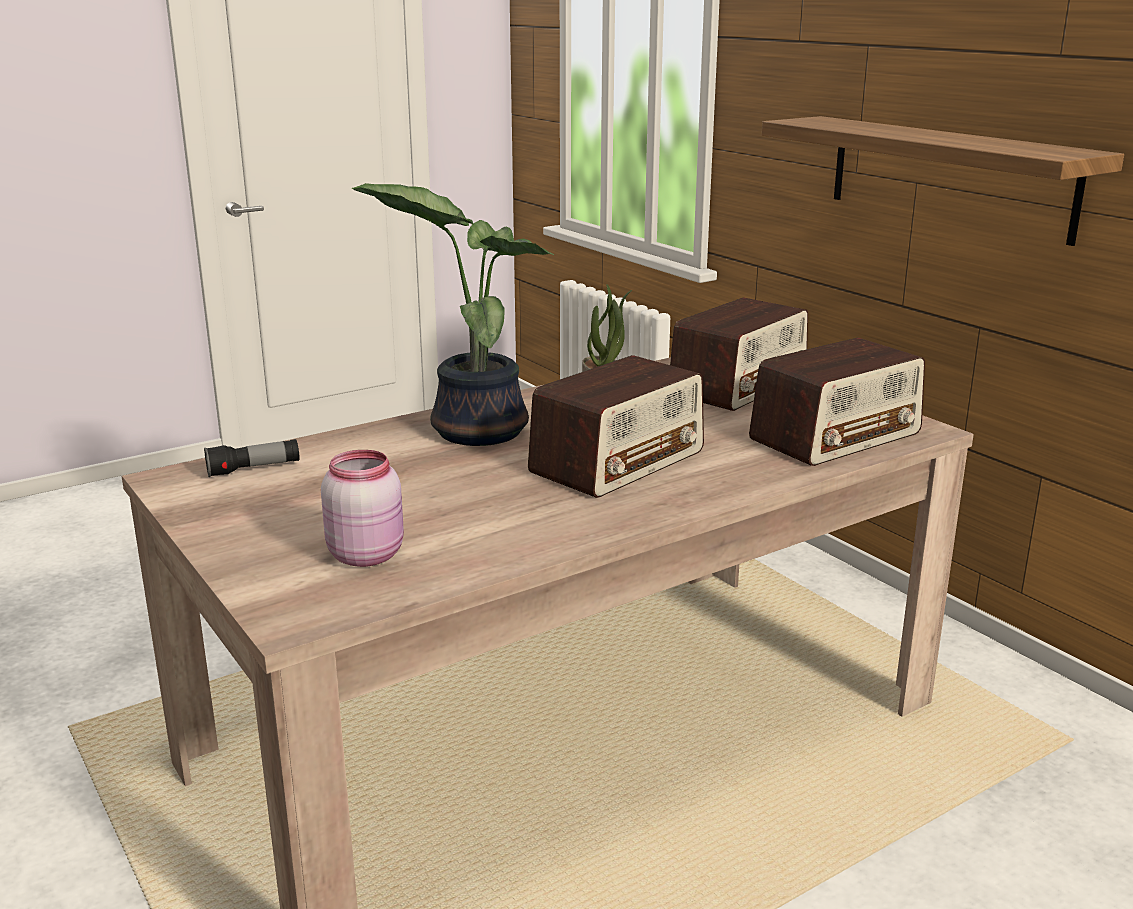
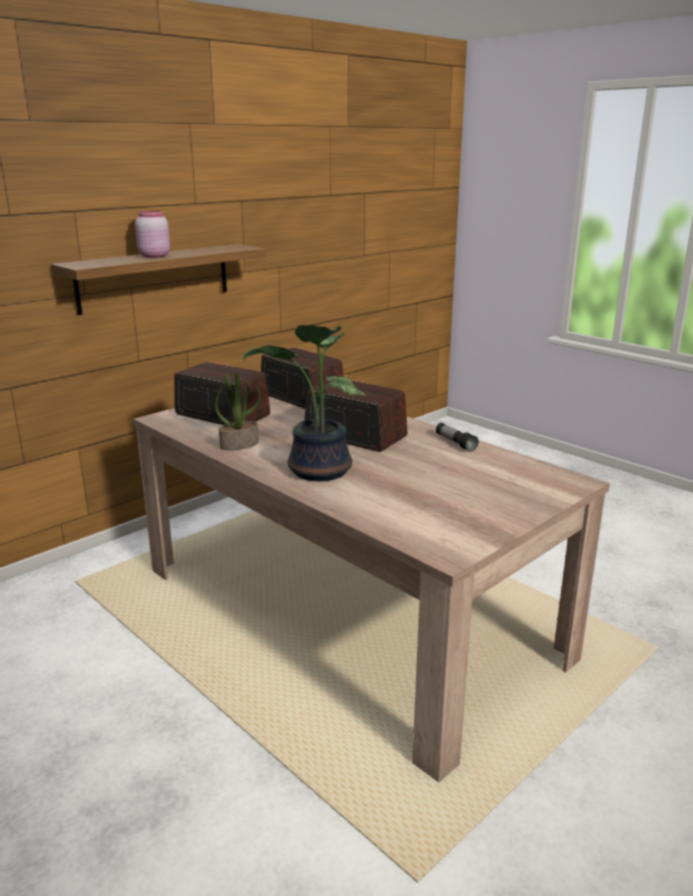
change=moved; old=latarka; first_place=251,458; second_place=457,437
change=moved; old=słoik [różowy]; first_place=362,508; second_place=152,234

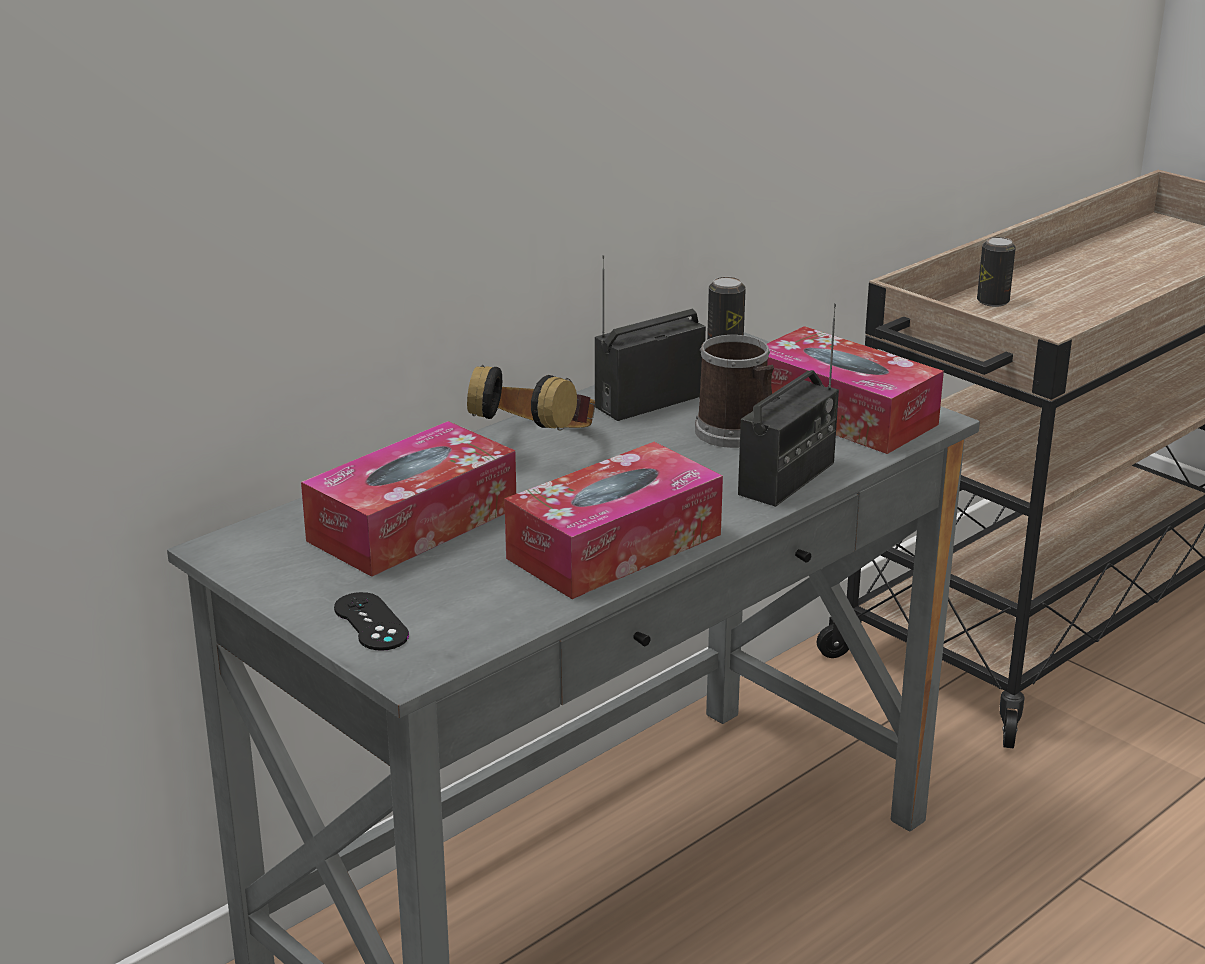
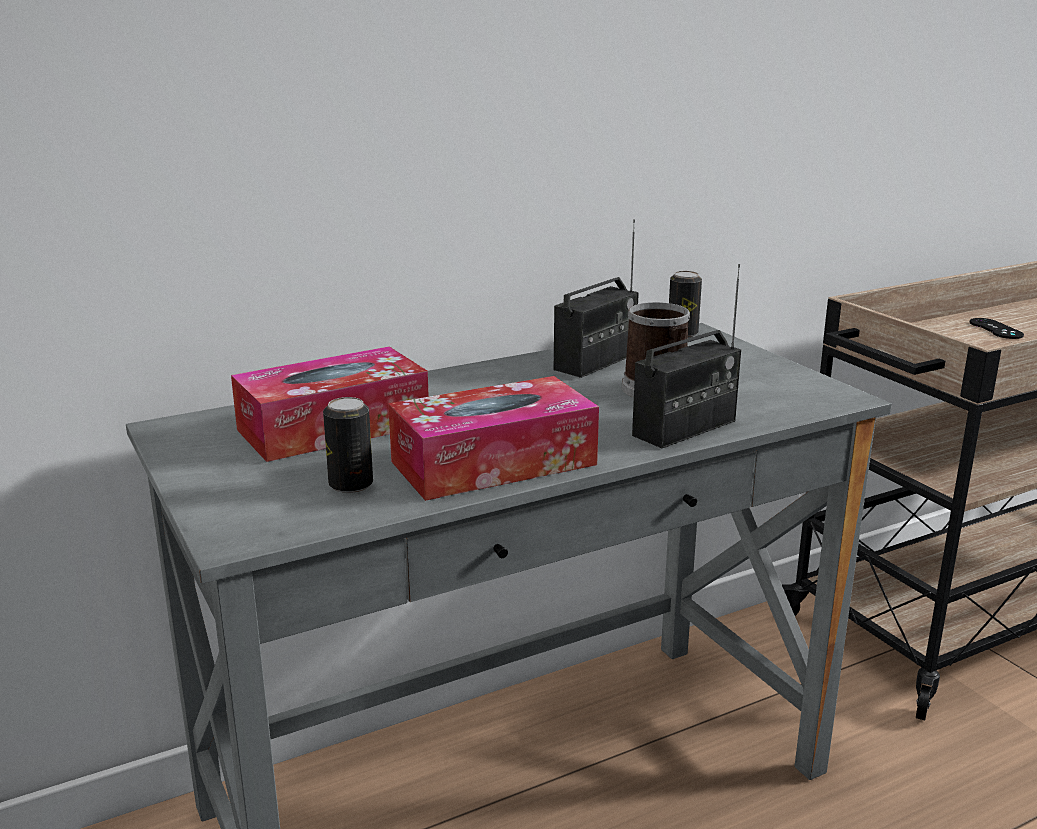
change=moved; old=puszka; first_place=996,272; second_place=348,445
change=turned; old=radio; first_place=650,338; second_place=596,298; degrees=150
change=removed; old=pudełko chusteczek; first_place=855,390
change=removed; old=słuchawki; first_place=531,397
change=moved; old=pad do gier [czarny]; first_place=371,621; second_place=996,328

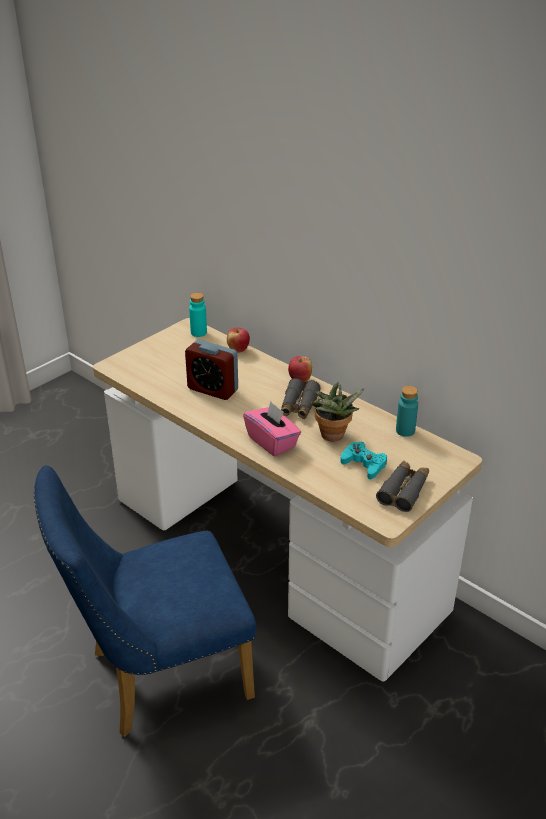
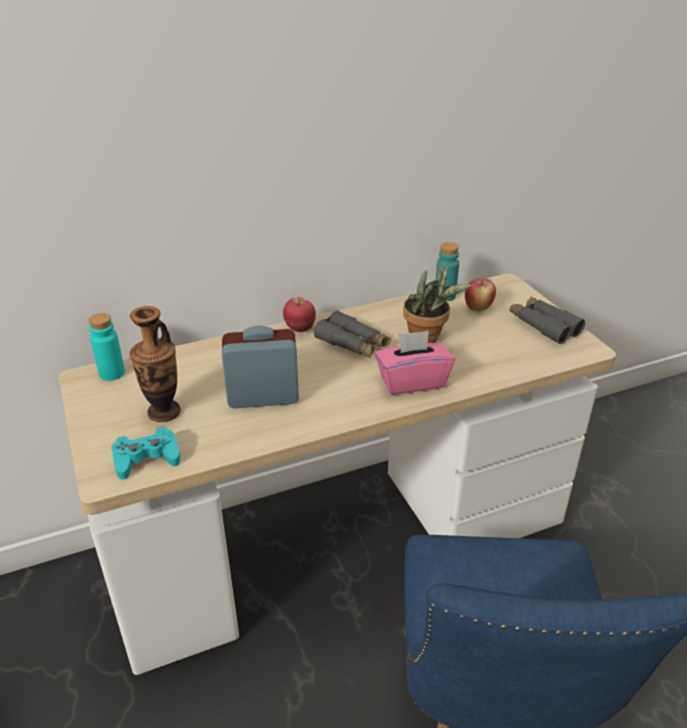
change=moved; old=jabłko; first_place=238,340; second_place=480,294
change=turned; old=budzik; first_place=211,370; second_place=260,367; degrees=-150
change=moved; old=pad do gier [turkusowy]; first_place=363,460; second_place=145,453
change=added; new=wazon; second_place=155,364

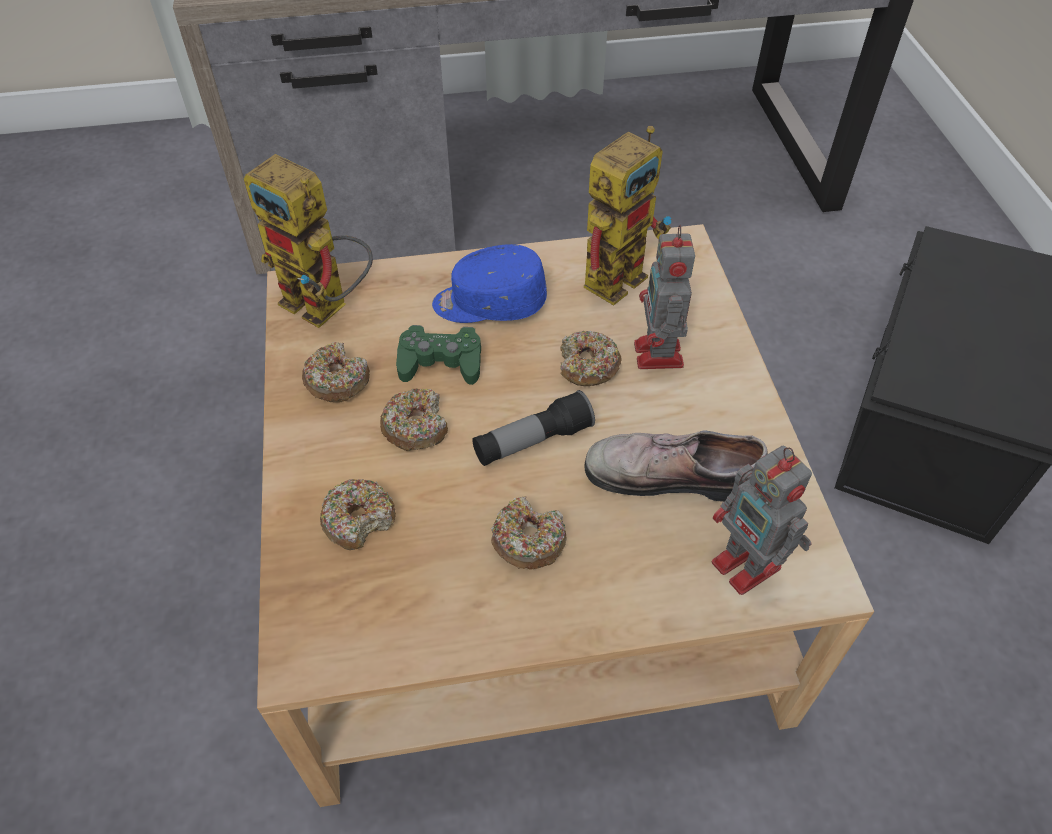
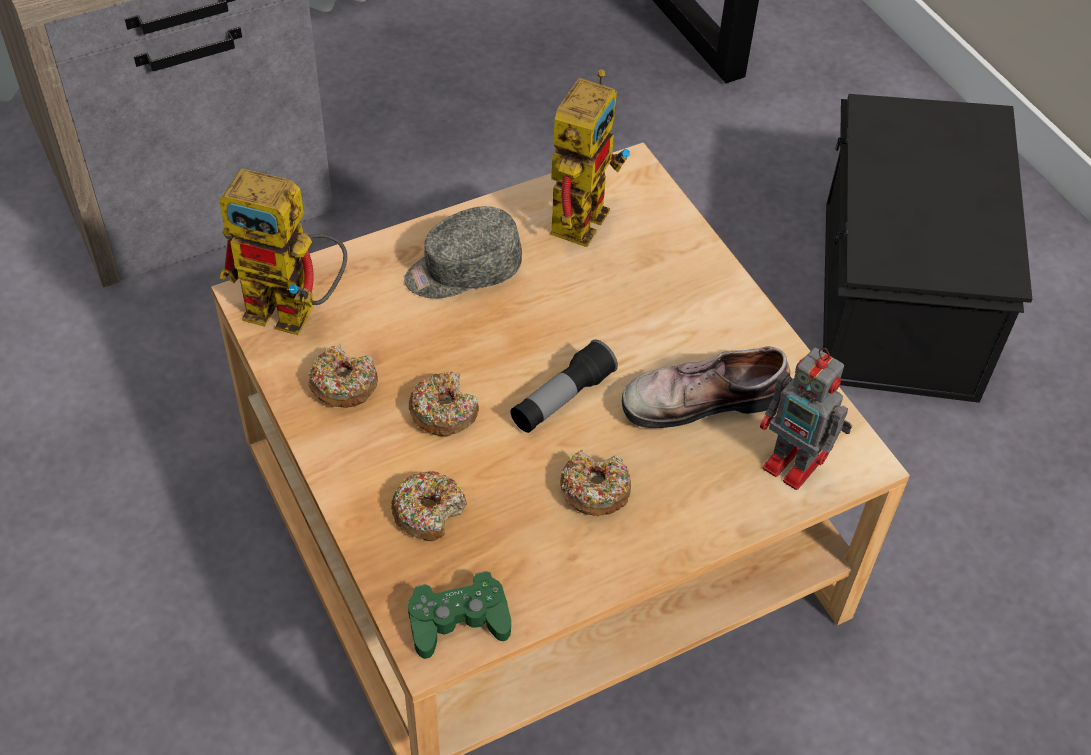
change=removed; old=robot zabawkowy; first_place=664,297
change=recoloured; old=czapka z daszkiem [niebieski]; new=czapka z daszkiem [szary]; first_place=489,283; second_place=463,252
change=moved; old=pad do gier [zielony]; first_place=438,355; second_place=459,615
change=removed; old=donut; first_place=590,358

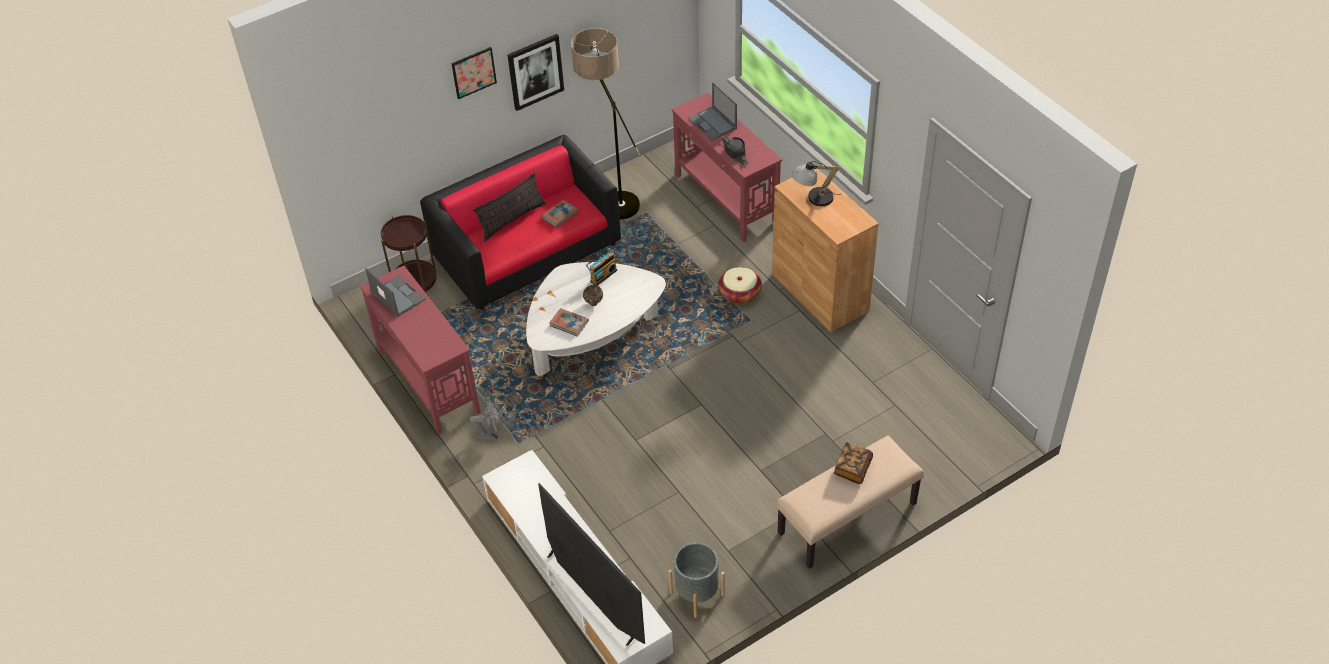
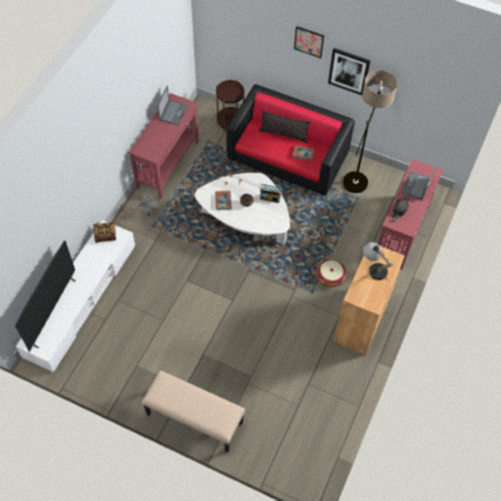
change=moved; old=książka; first_place=853,463; second_place=105,232
change=removed; old=donica [szary]; first_place=696,580

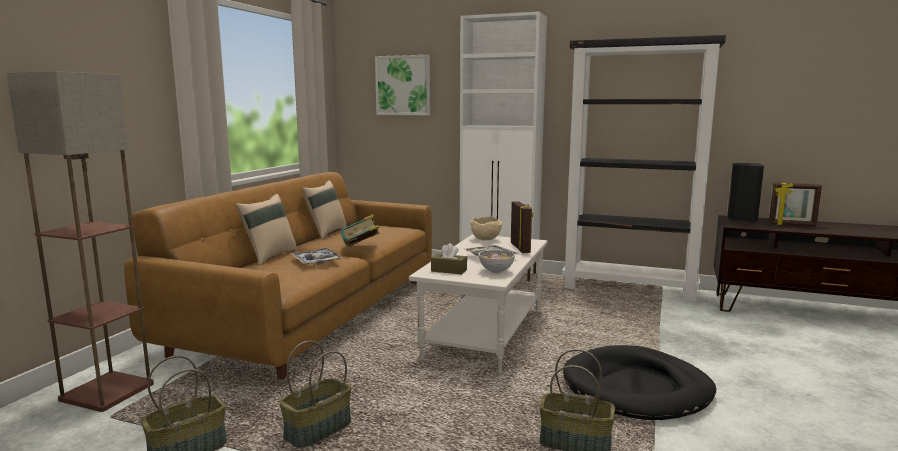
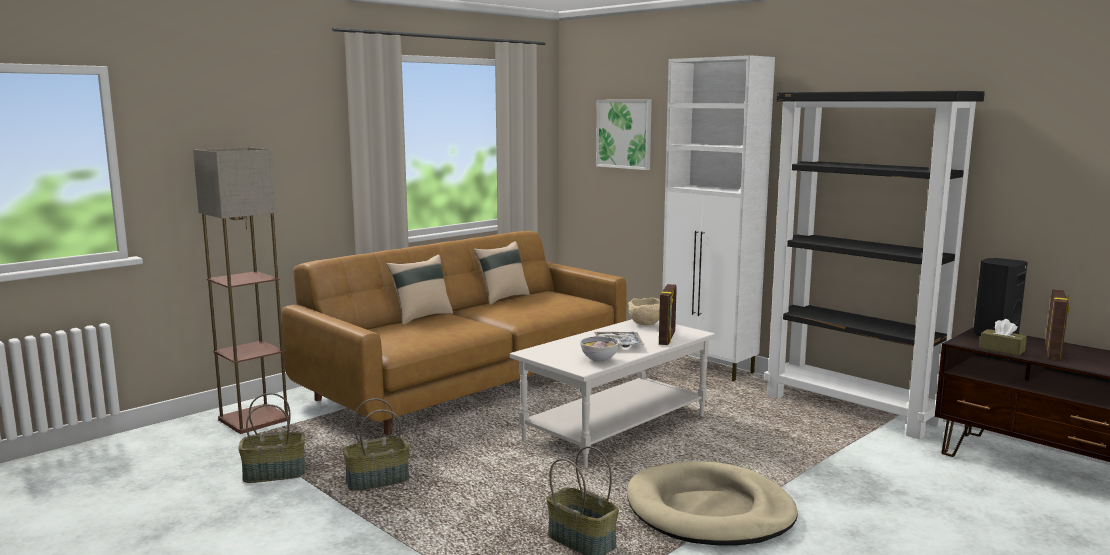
change=turned; old=ramka na zdjęcie; first_place=795,204; second_place=1057,324; degrees=-105
change=removed; old=książka; first_place=360,230
change=moved; old=pudełko chusteczek [brązowy]; first_place=449,258; second_place=1003,337
change=removed; old=taca; first_place=317,256
change=recoloured; old=legowisko [czarny]; new=legowisko [beżowy]; first_place=639,382; second_place=712,503

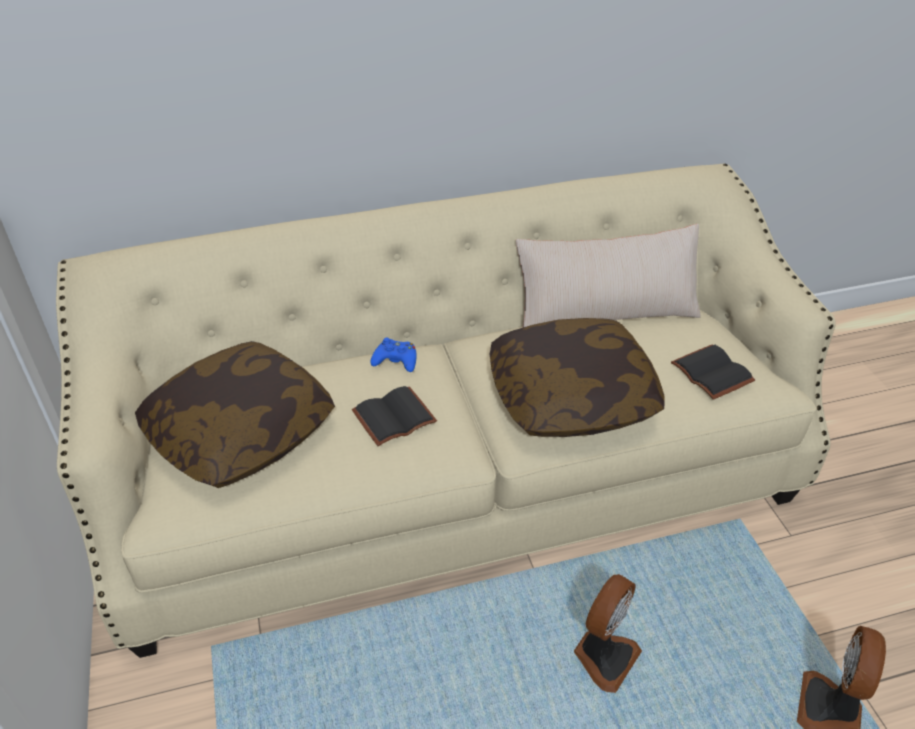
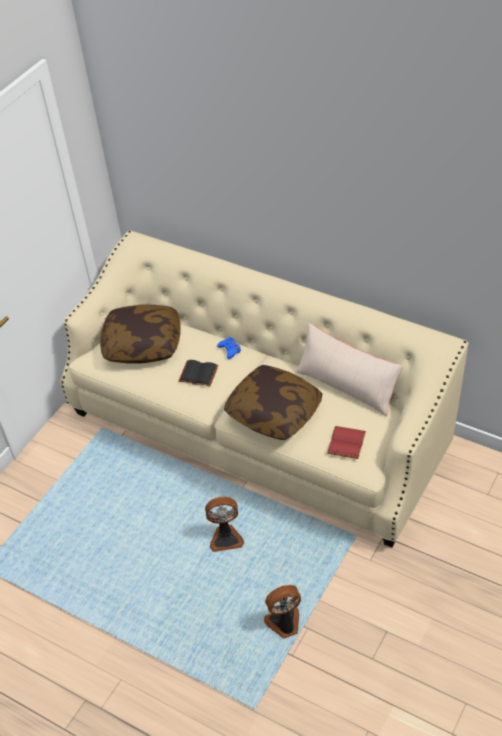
change=recoloured; old=książka [czarny]; new=książka [czerwony]; first_place=713,372; second_place=346,442

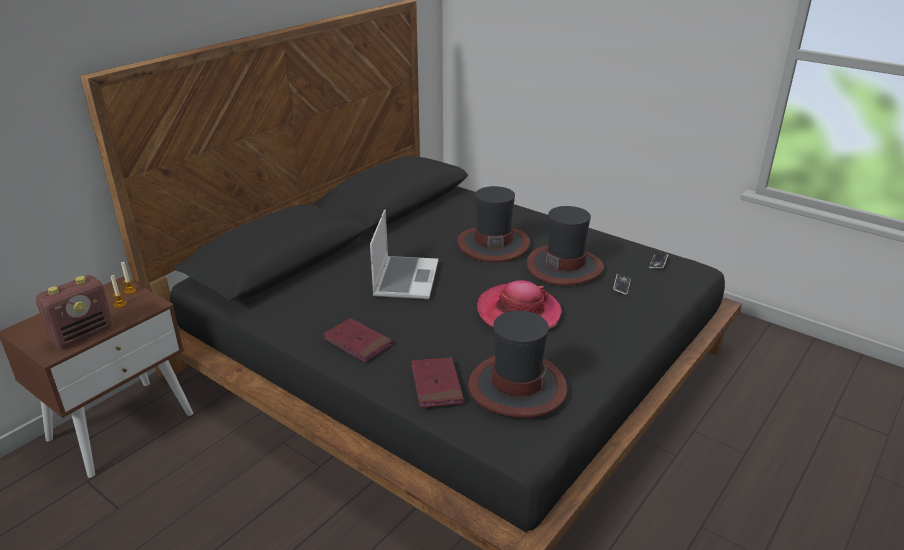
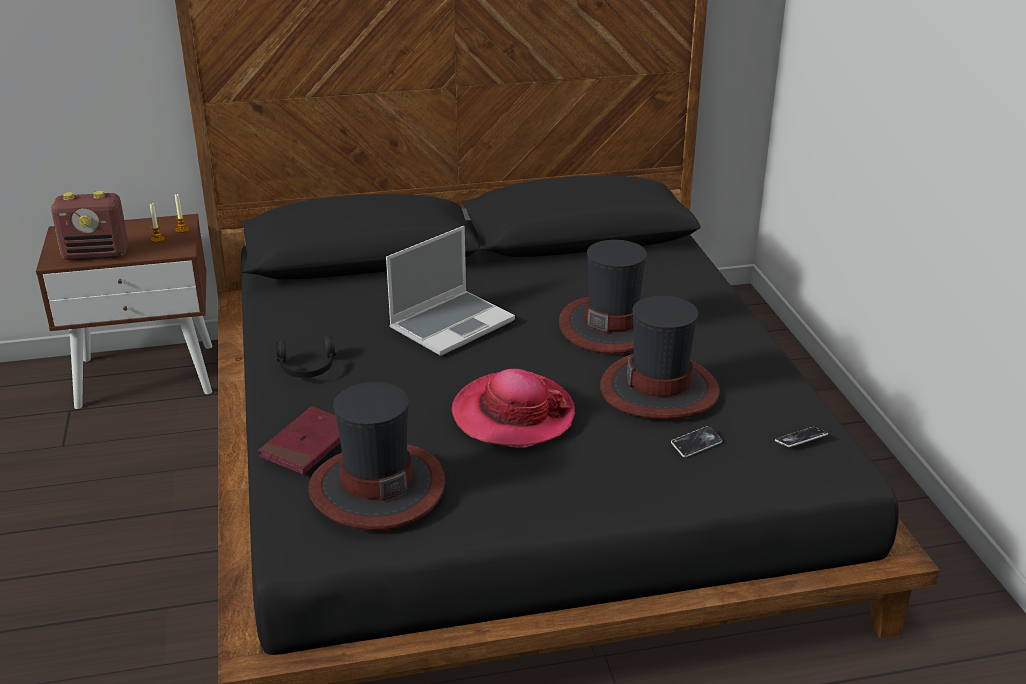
change=replaced; old=książka [czerwony]; new=słuchawki [czarny]; first_place=358,340; second_place=305,356

